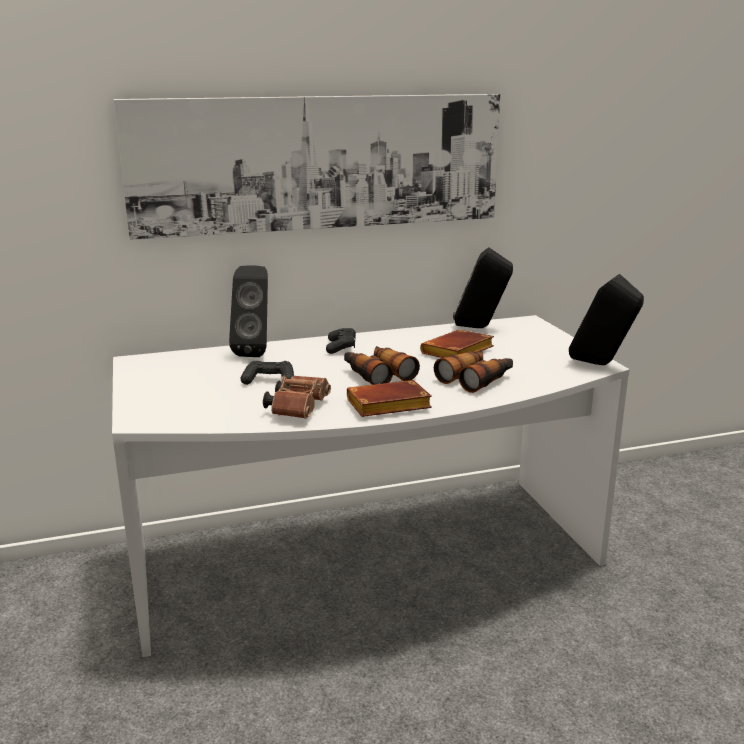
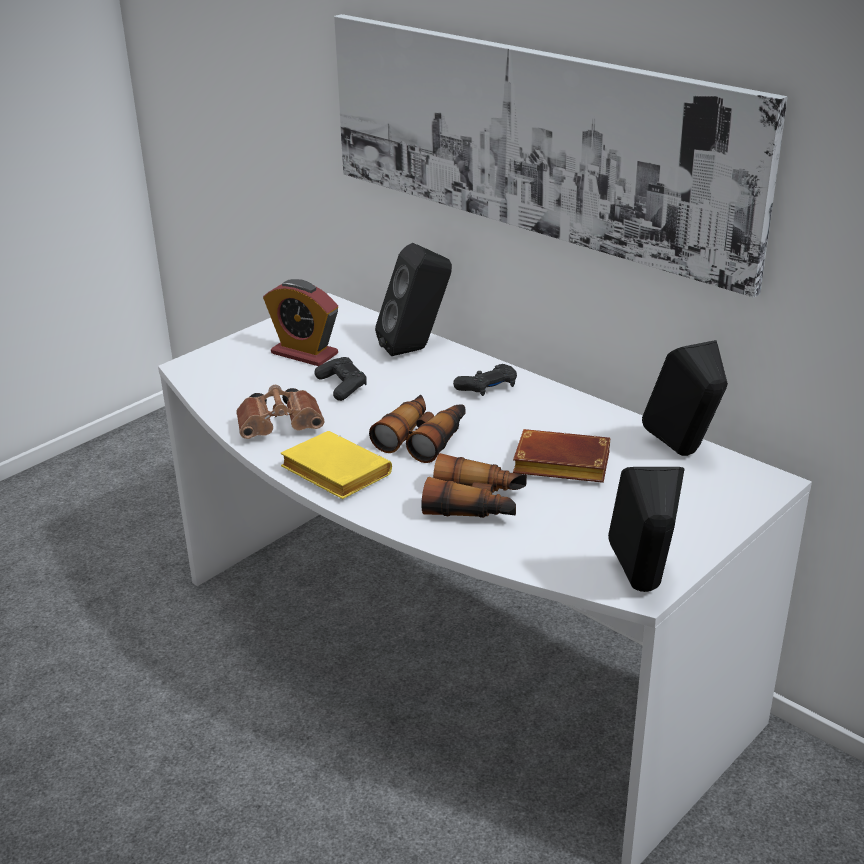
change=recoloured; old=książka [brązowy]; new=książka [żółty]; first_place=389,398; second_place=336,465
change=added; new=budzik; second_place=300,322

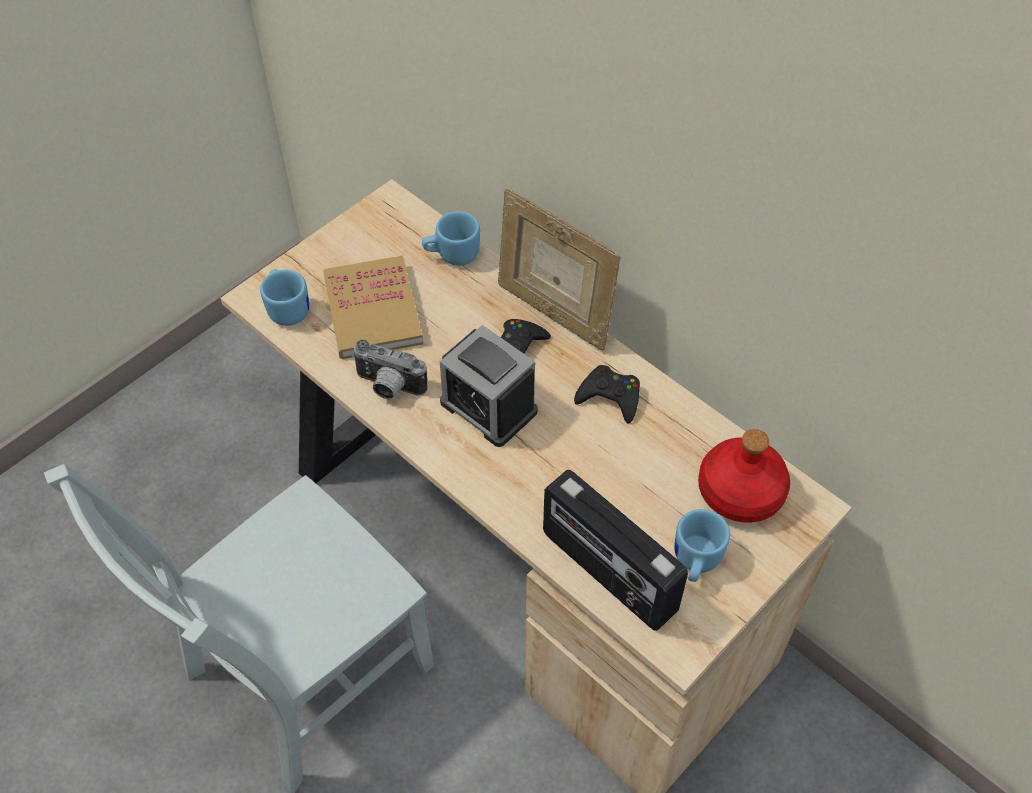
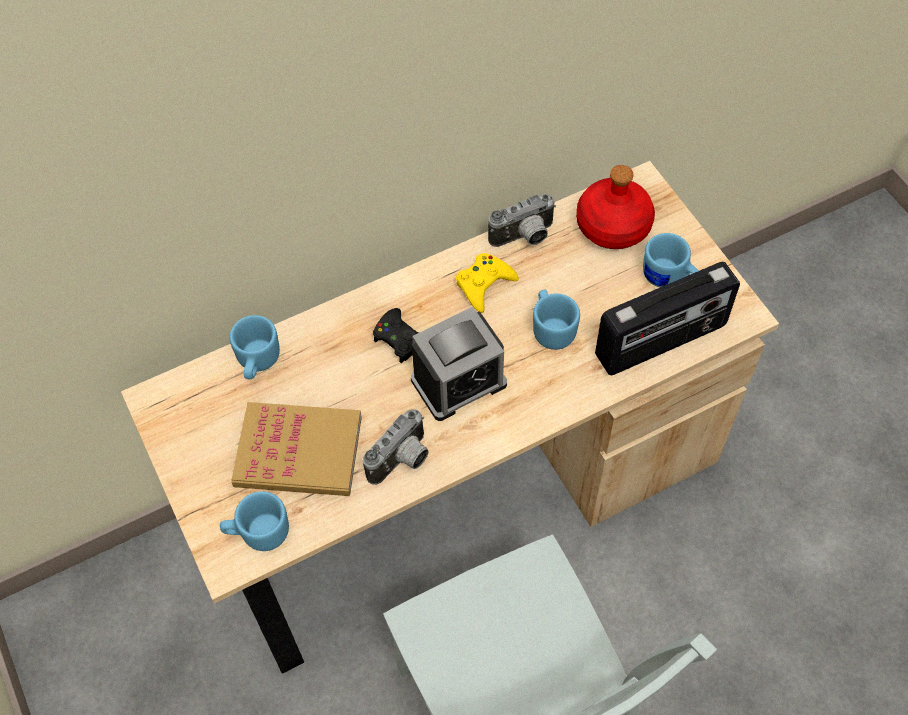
change=removed; old=ramka na zdjęcie; first_place=559,269
change=recoloured; old=pad do gier [czarny]; new=pad do gier [żółty]; first_place=607,394; second_place=487,283
change=added; new=aparat fotograficzny; second_place=522,220
change=added; new=kubek [niebieski]; second_place=556,319

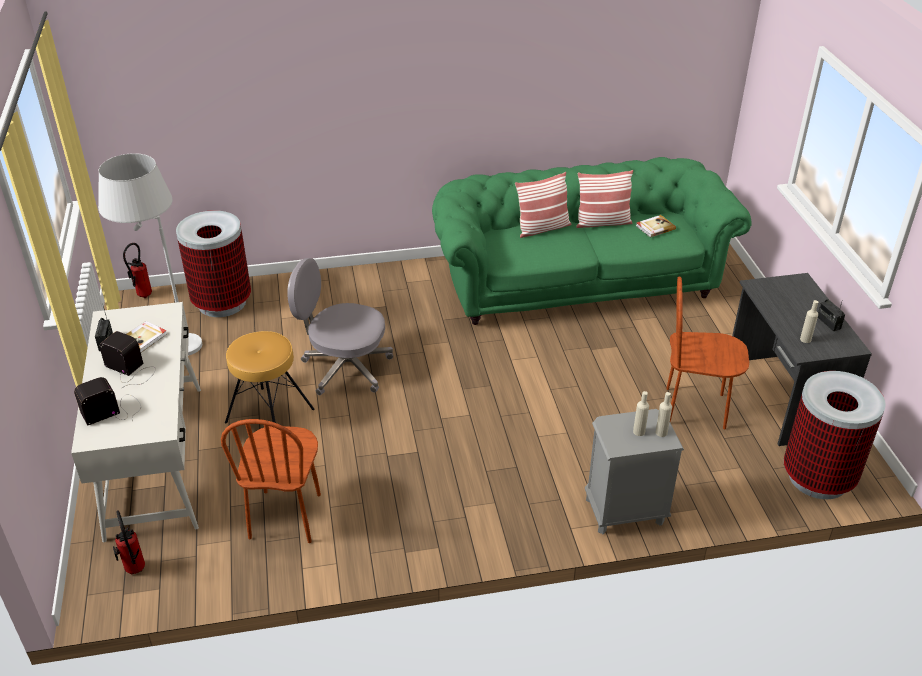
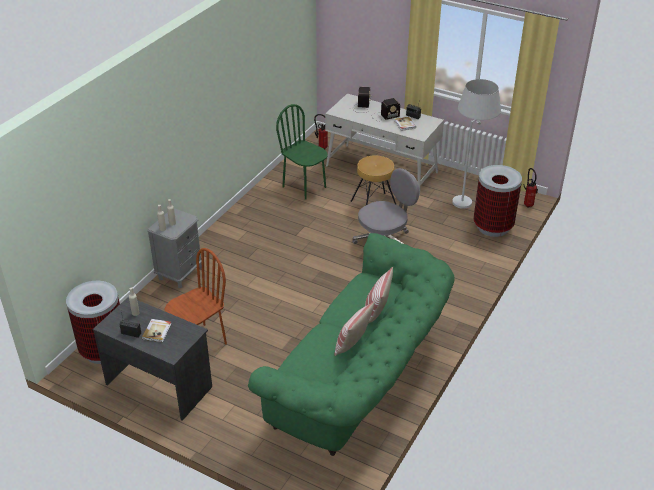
change=moved; old=książka; first_place=656,226; second_place=156,330
change=recoloured; old=krzesło [brązowy]; new=krzesło [zielony]; first_place=271,481; second_place=302,152

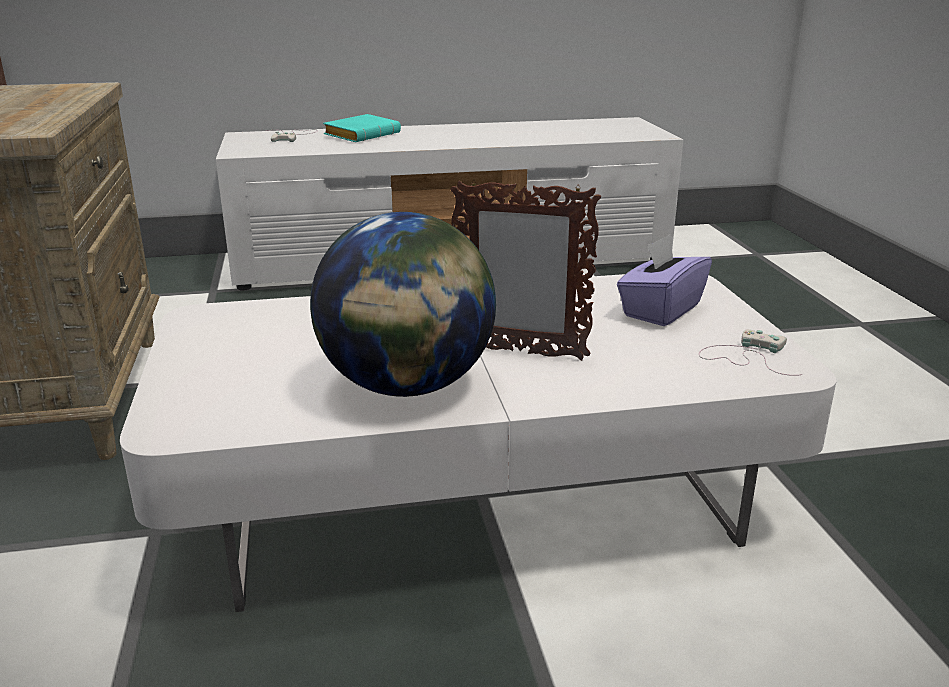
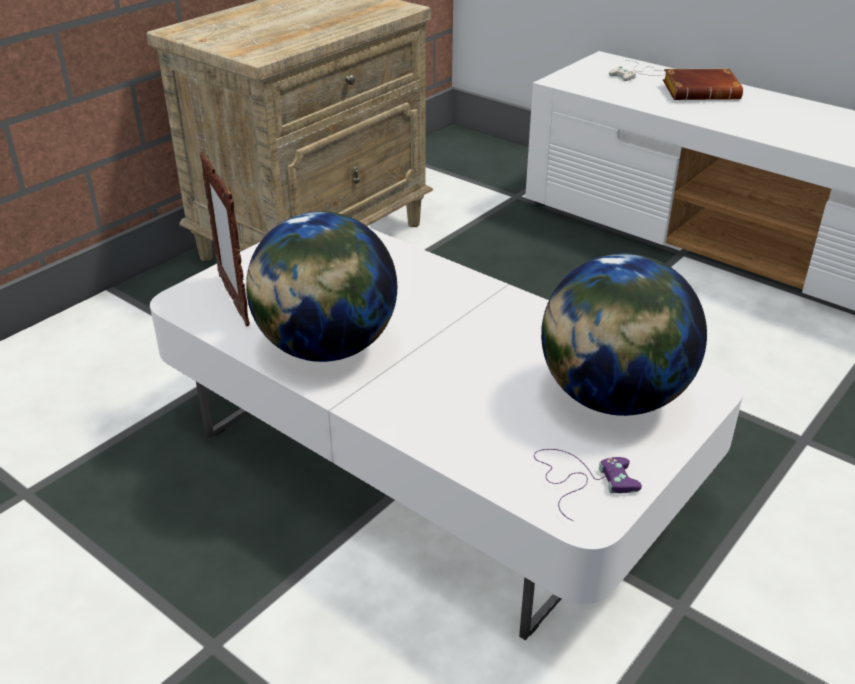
change=recoloured; old=książka [turkusowy]; new=książka [brązowy]; first_place=362,128; second_place=703,84
change=moved; old=ramka na zdjęcie; first_place=525,270; second_place=225,239
change=replaced; old=pudełko chusteczek [fioletowy]; new=globus; first_place=664,280; second_place=624,334
change=recoloured; old=pad do gier [biały]; new=pad do gier [fioletowy]; first_place=750,352; second_place=588,485

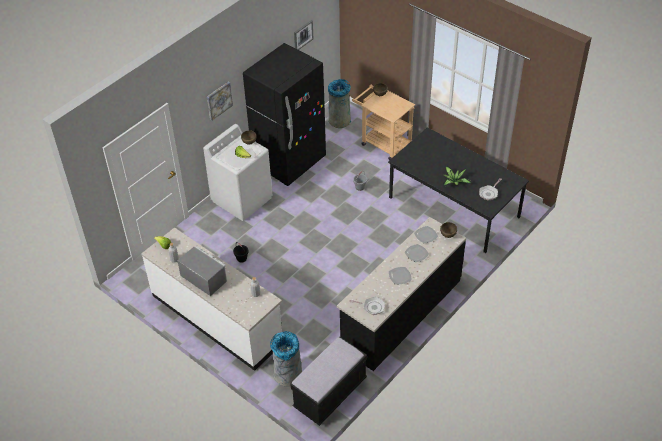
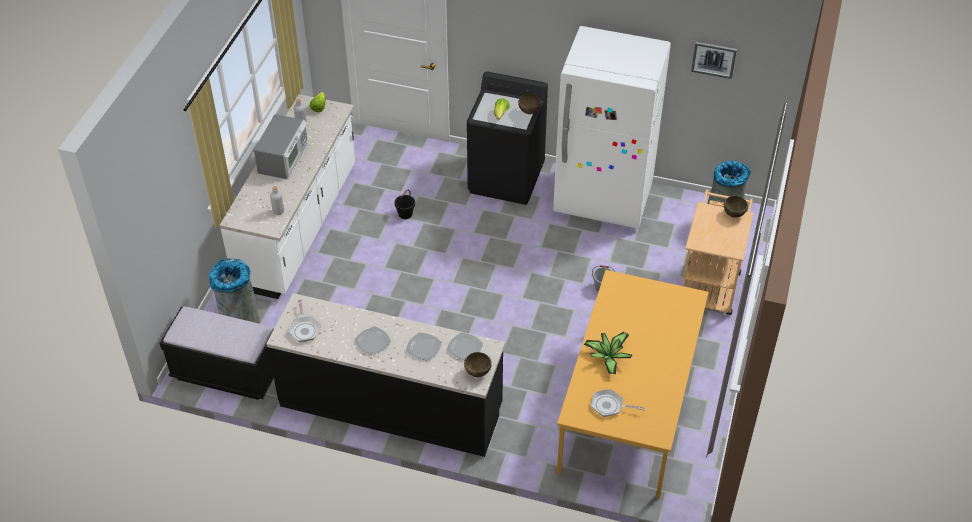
change=recoloured; old=lodówka [czarny]; new=lodówka [biały]; first_place=284,114; second_place=612,127
change=removed; old=obraz; first_place=220,101
change=recoloured; old=pralka [biały]; new=pralka [czarny]; first_place=237,172; second_place=507,138
change=recoloured; old=stół jadalny [czarny]; new=stół jadalny [pomarańczowy]; first_place=458,190; second_place=633,384

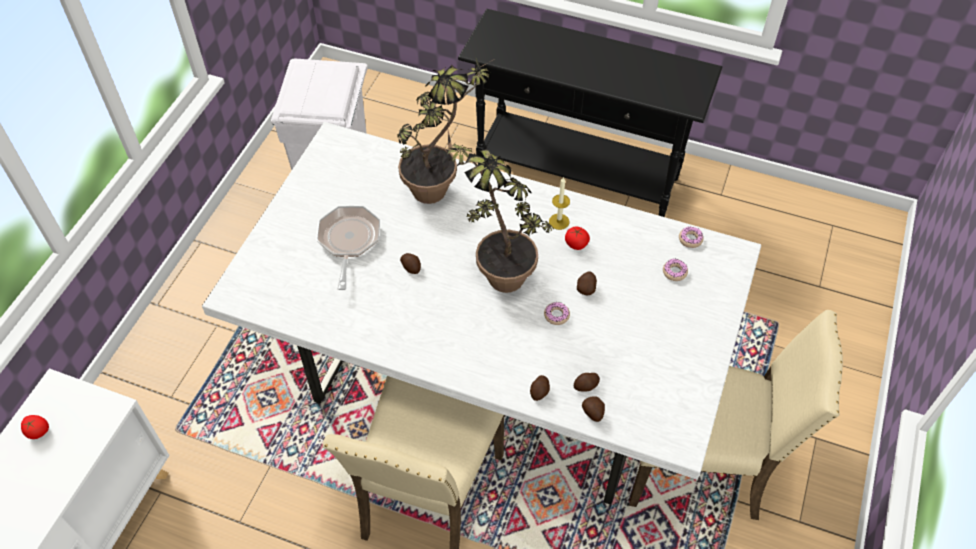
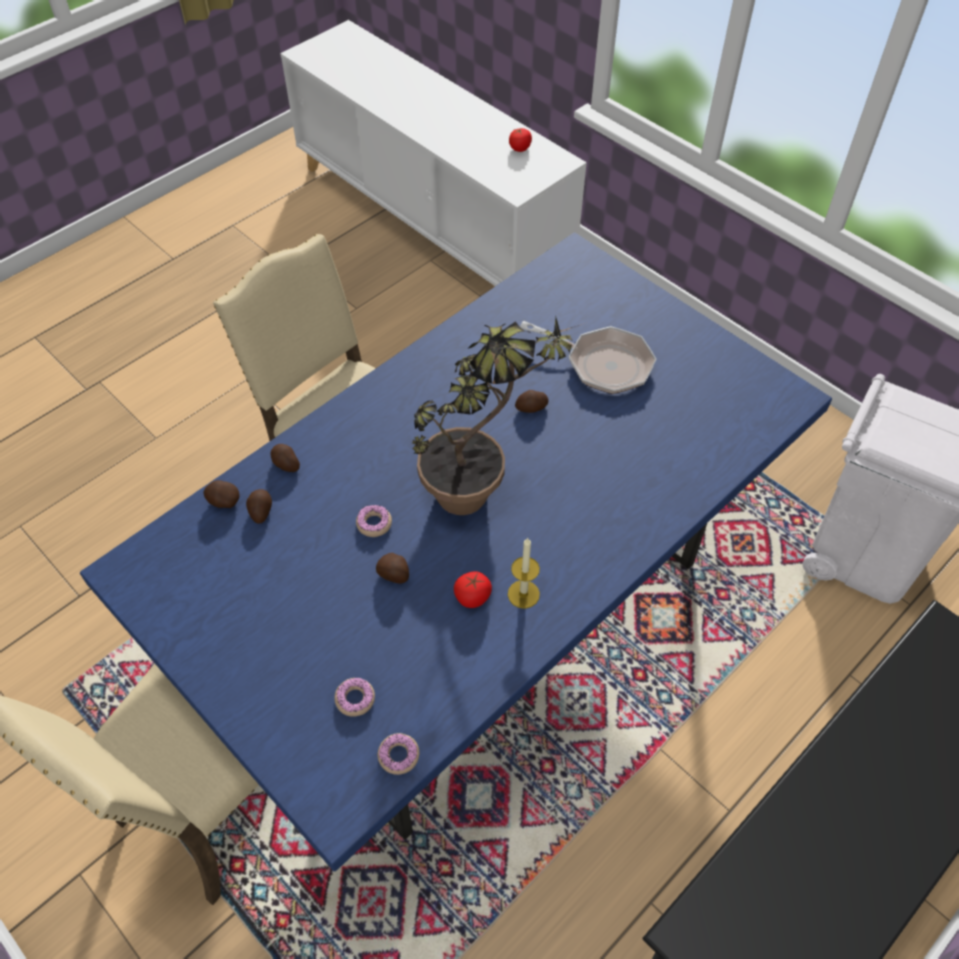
change=removed; old=roślina doniczkowa; first_place=445,131
change=recoloured; old=stół jadalny [biały]; new=stół jadalny [niebieski]; first_place=481,313; second_place=456,551

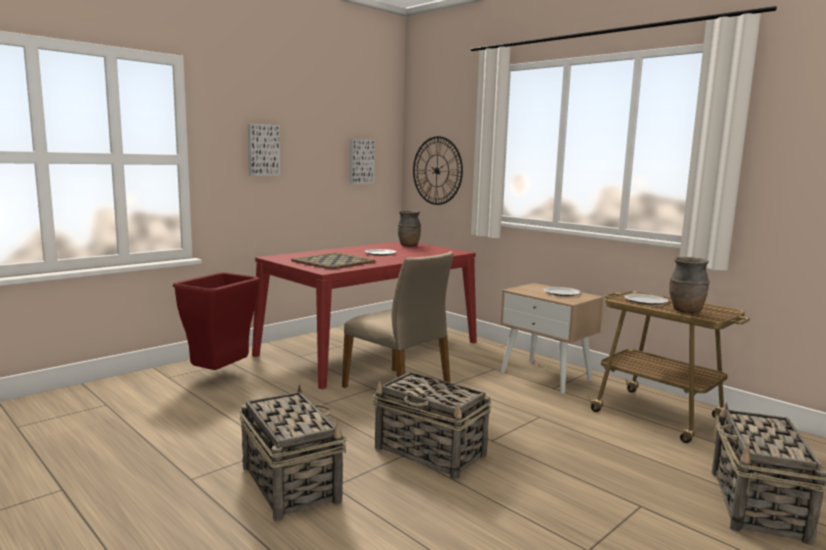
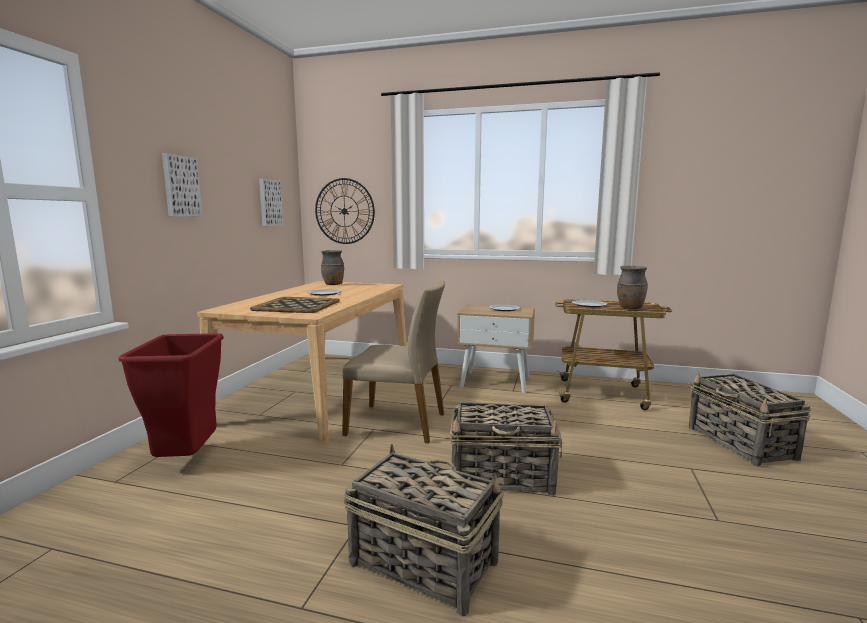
change=recoloured; old=stół jadalny [czerwony]; new=stół jadalny [beżowy]; first_place=364,315; second_place=302,362

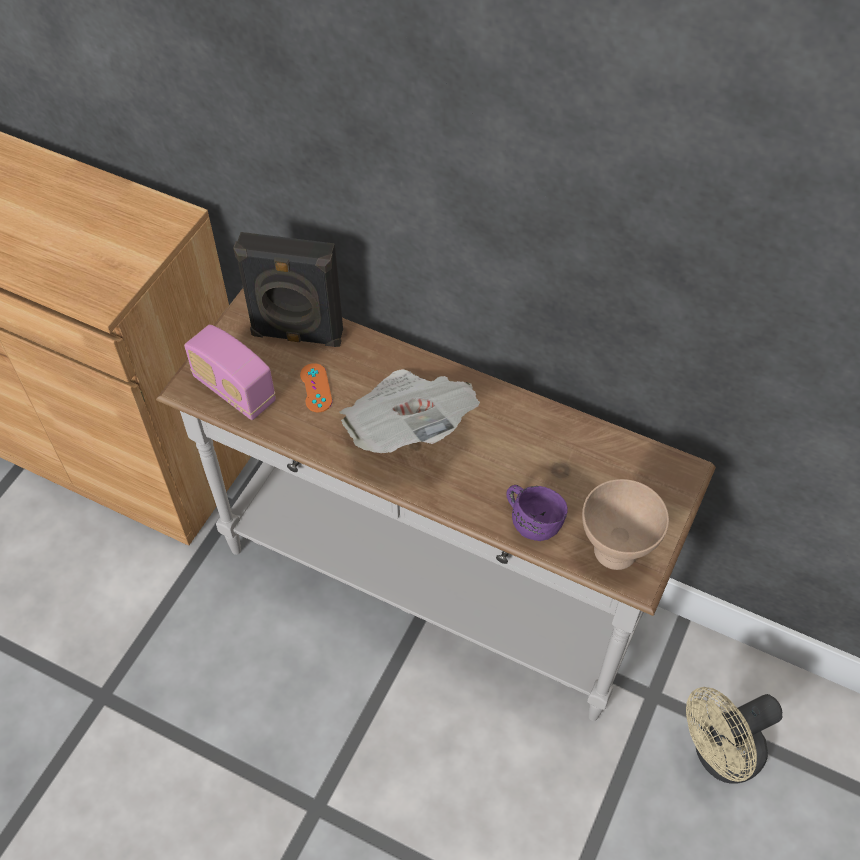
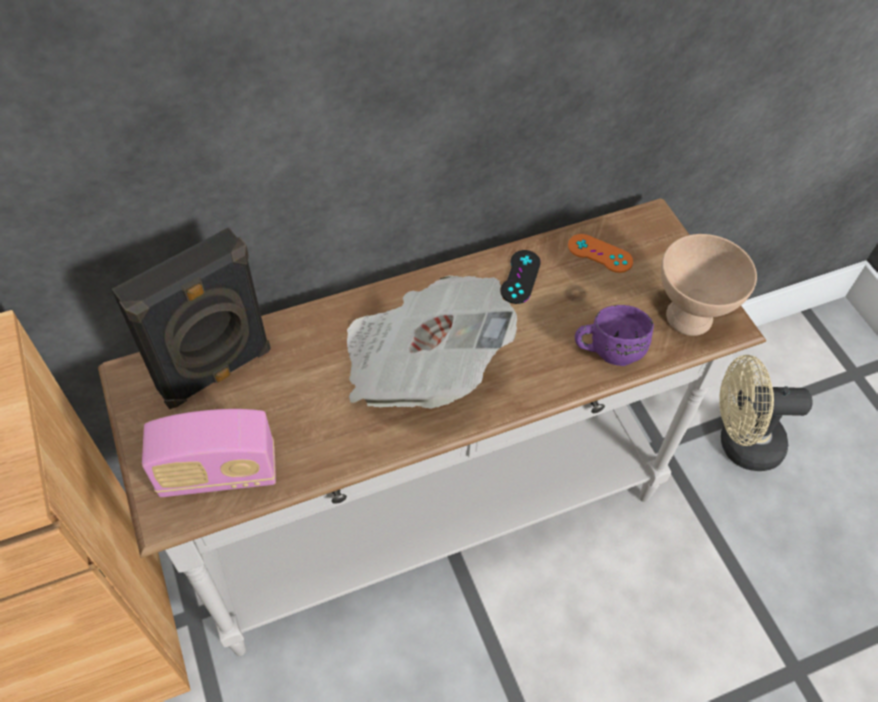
change=moved; old=pad do gier [pomarańczowy]; first_place=316,387; second_place=600,253
change=turned; old=wentylator [beżowy]; first_place=734,735; second_place=766,413; degrees=75
change=added; new=pad do gier [czarny]; second_place=520,277

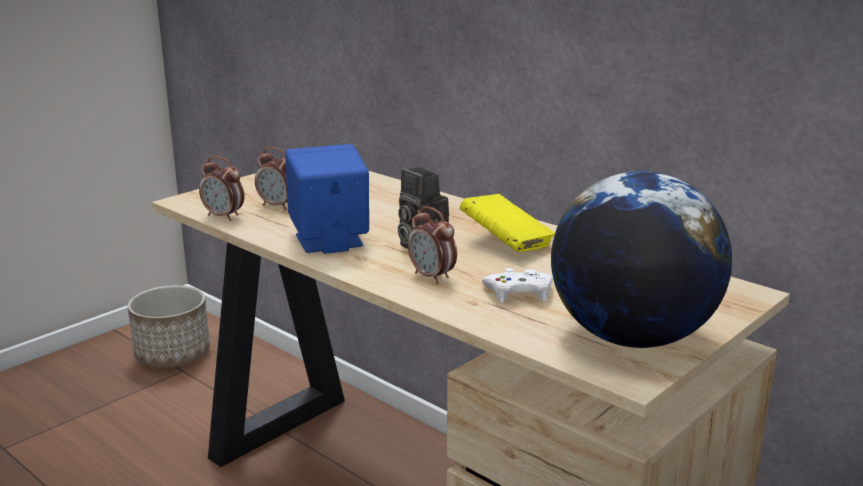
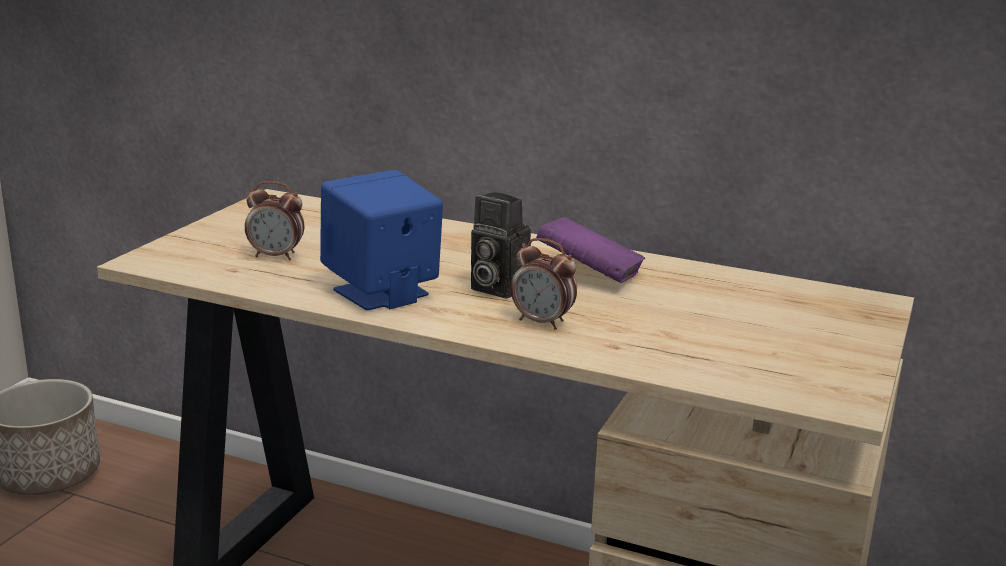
change=removed; old=budzik; first_place=221,188
change=removed; old=globus; first_place=641,259
change=recoloured; old=książka [żółty]; new=książka [fioletowy]; first_place=507,223; second_place=590,250
change=removed; old=pad do gier [biały]; first_place=517,285

